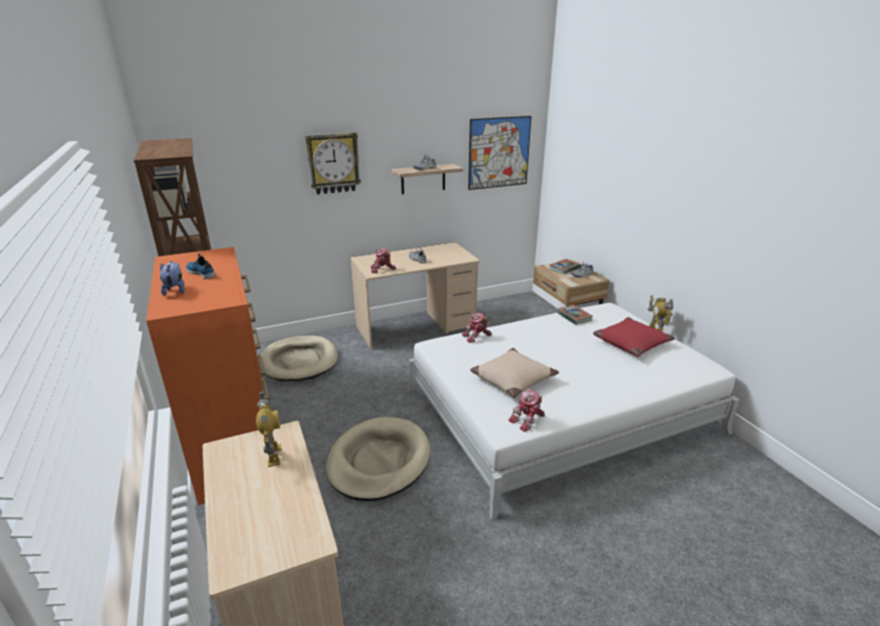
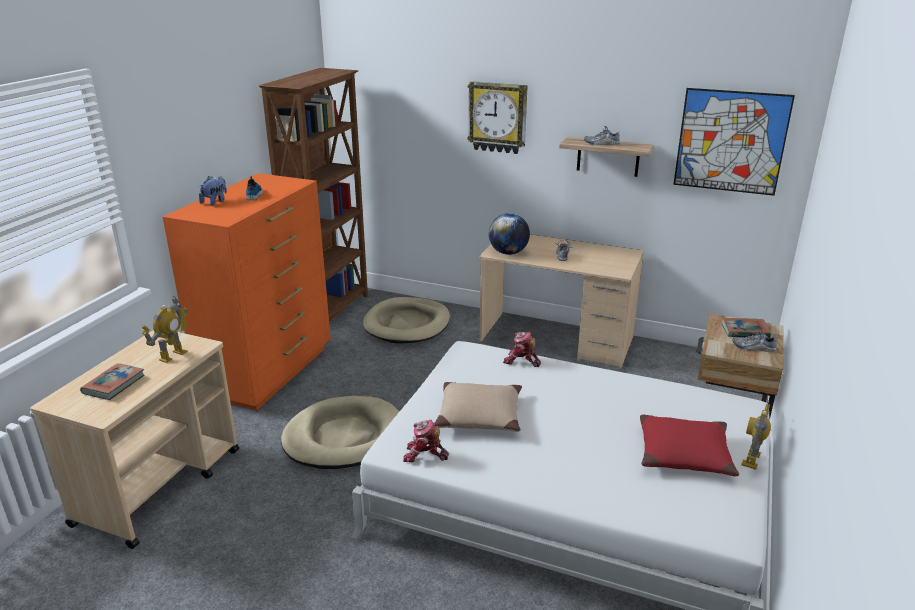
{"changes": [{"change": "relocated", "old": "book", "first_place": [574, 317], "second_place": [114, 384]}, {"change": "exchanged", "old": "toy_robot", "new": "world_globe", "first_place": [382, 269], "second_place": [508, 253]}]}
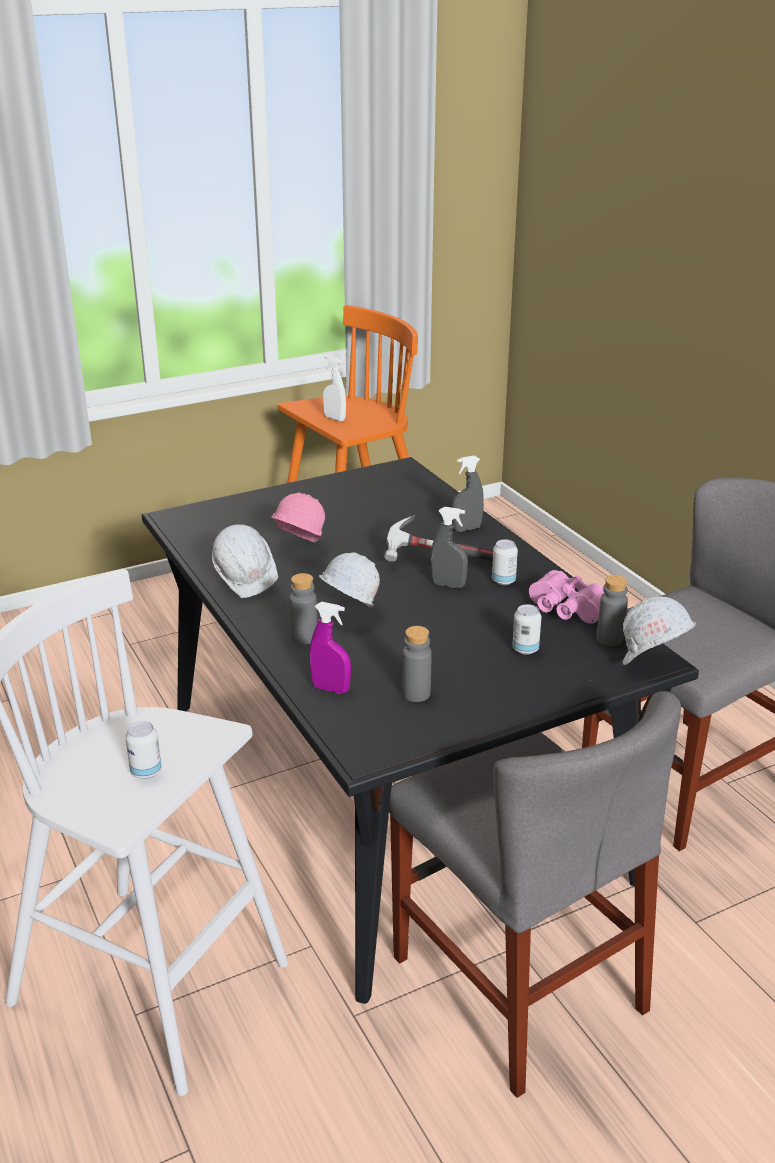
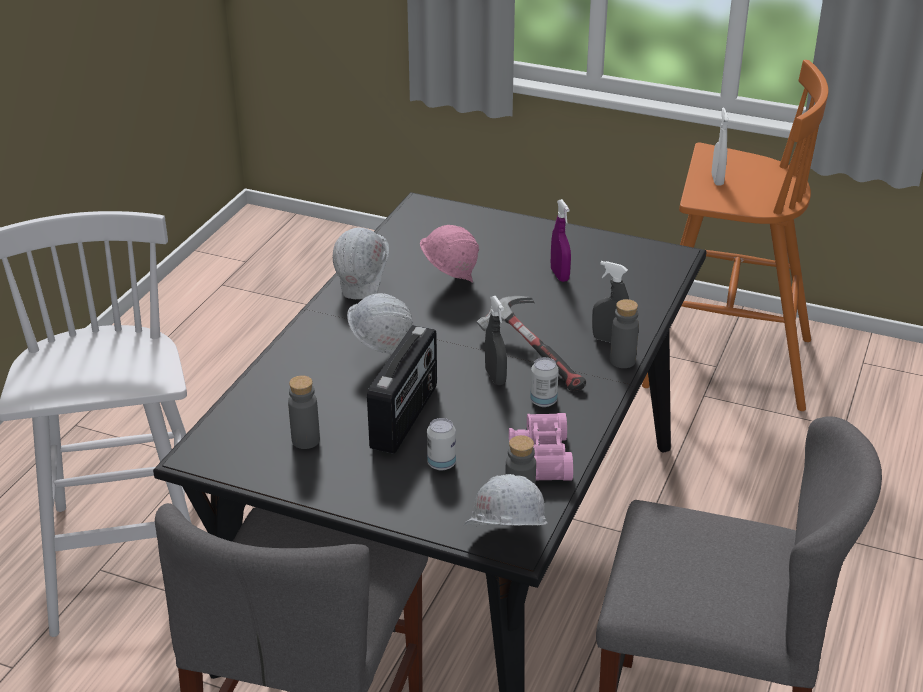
{"changes": [{"change": "missing", "old": "metal_can", "first_place": [146, 771]}, {"change": "appeared", "new": "radio_set", "second_place": [406, 417]}, {"change": "relocated", "old": "greyish_drink_bottle", "first_place": [304, 637], "second_place": [622, 361]}, {"change": "relocated", "old": "purplish_spray_bottle", "first_place": [330, 689], "second_place": [559, 275]}]}
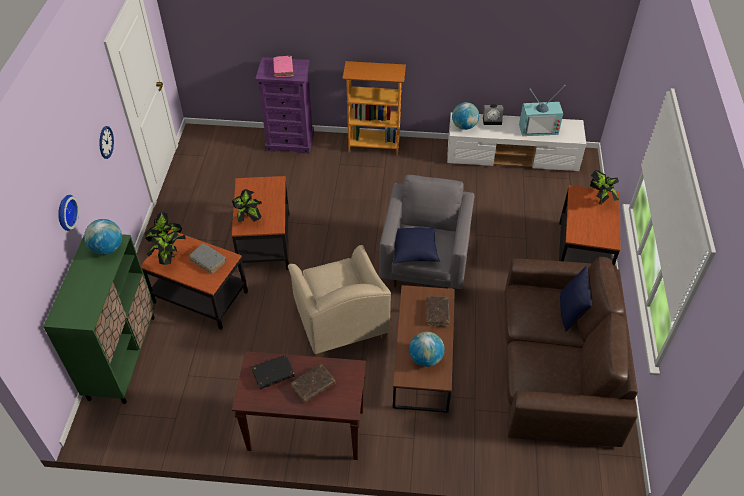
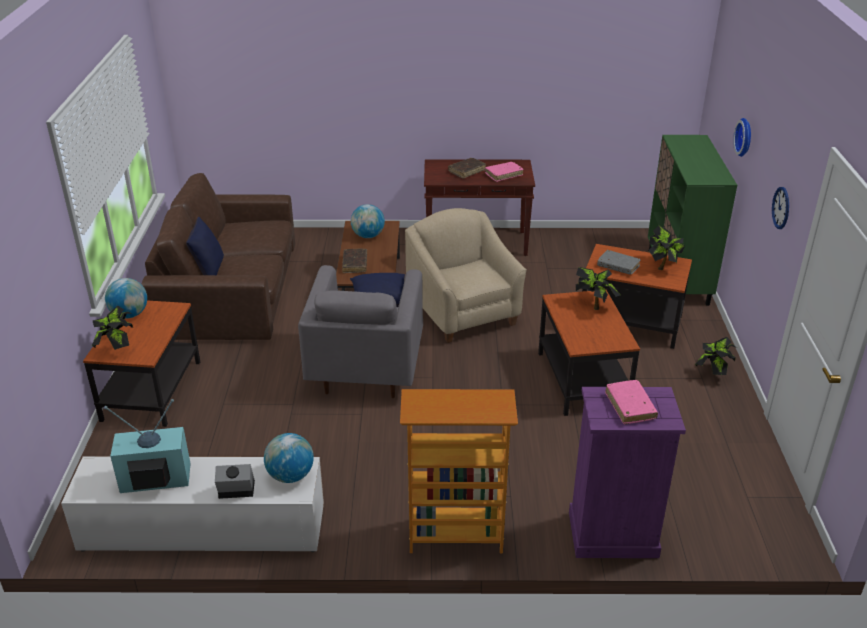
{"changes": [{"change": "relocated", "old": "world_globe", "first_place": [107, 248], "second_place": [129, 315]}, {"change": "colour", "old": "black-coloured_book", "new": "pinkish_book", "first_place": [273, 374], "second_place": [503, 175]}]}
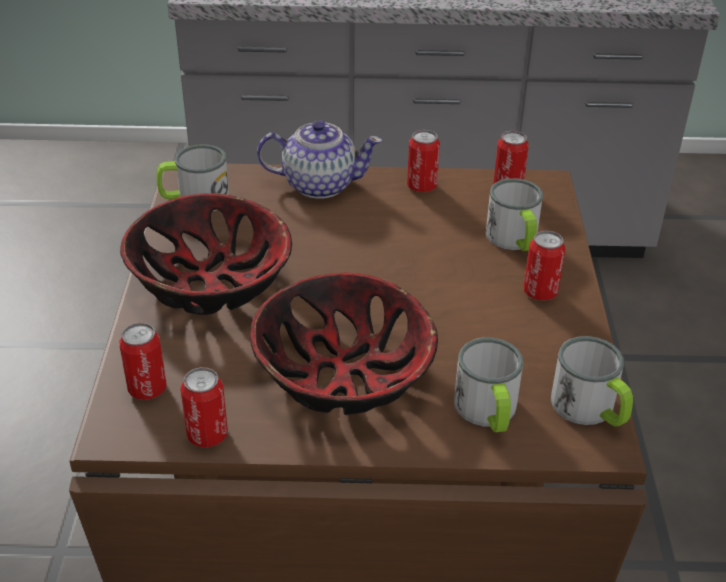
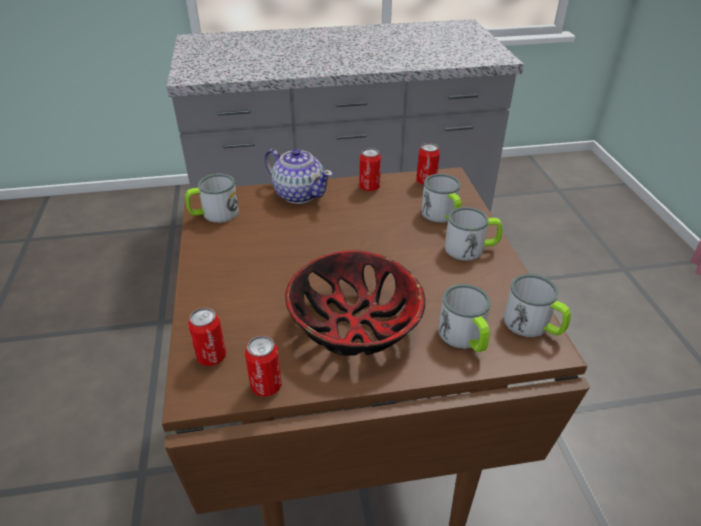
{"changes": [{"change": "missing", "old": "deep_dish", "first_place": [212, 282]}, {"change": "exchanged", "old": "metal_can", "new": "tea_mug", "first_place": [540, 292], "second_place": [471, 248]}, {"change": "spun", "old": "tea_pot", "first_place": [319, 184], "second_place": [299, 194], "degrees": 45}]}
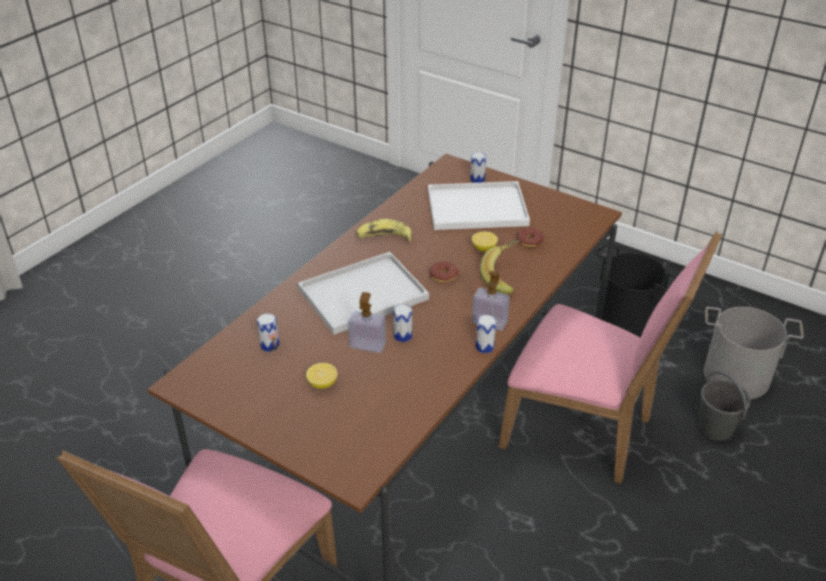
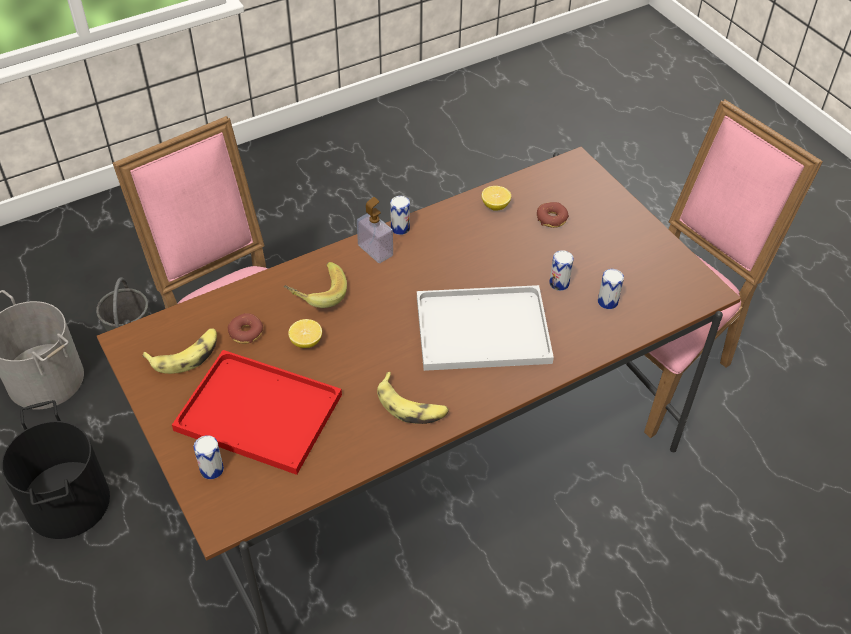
{"changes": [{"change": "missing", "old": "liquid_soap_bottle", "first_place": [367, 345]}, {"change": "appeared", "new": "whole_banana", "second_place": [186, 355]}, {"change": "relocated", "old": "whole_lemon", "first_place": [322, 384], "second_place": [495, 205]}, {"change": "relocated", "old": "metal_can", "first_place": [403, 336], "second_place": [559, 283]}, {"change": "relocated", "old": "doughnut", "first_place": [443, 276], "second_place": [551, 219]}, {"change": "colour", "old": "white-coloured_carrying_tray", "new": "red-coloured_carrying_tray", "first_place": [475, 208], "second_place": [262, 412]}]}
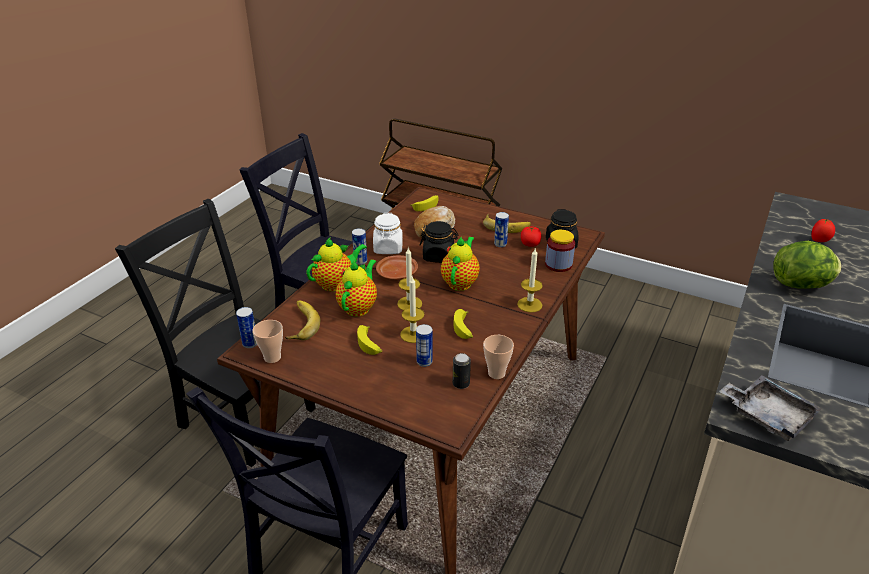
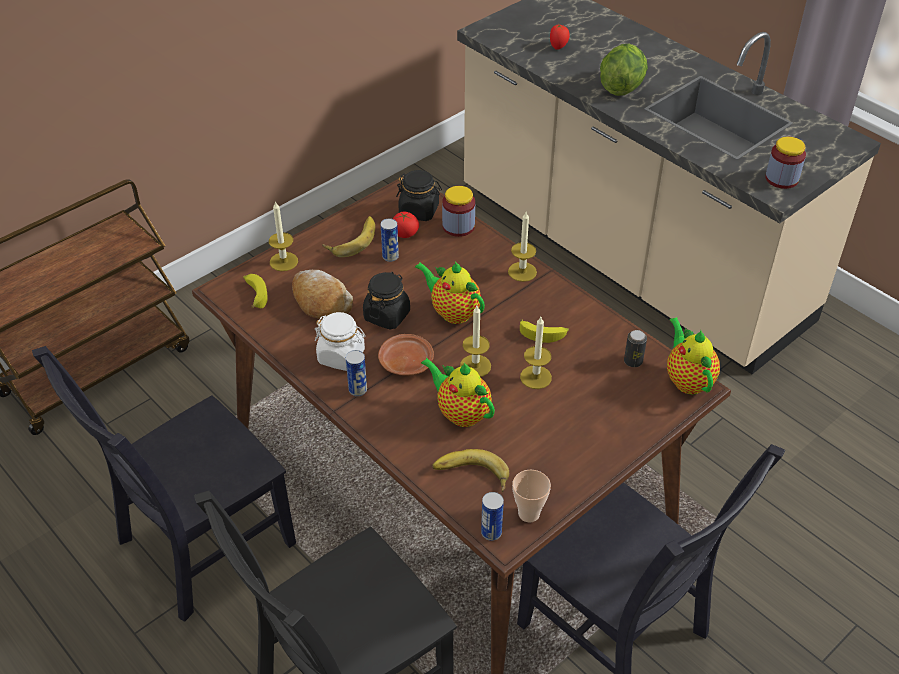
{"changes": [{"change": "missing", "old": "whole_banana", "first_place": [370, 345]}, {"change": "missing", "old": "metal_can", "first_place": [424, 362]}, {"change": "missing", "old": "drinking_cup", "first_place": [496, 373]}, {"change": "appeared", "new": "wax_light", "second_place": [283, 261]}, {"change": "relocated", "old": "tea_pot", "first_place": [336, 283], "second_place": [687, 380]}, {"change": "exchanged", "old": "greyish_carrying_tray", "new": "storage_jar", "first_place": [768, 415], "second_place": [781, 179]}]}
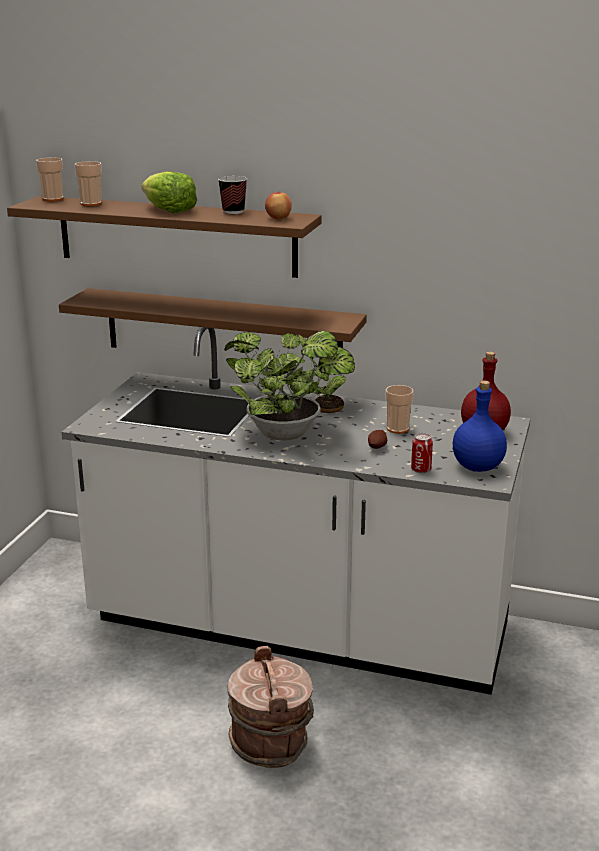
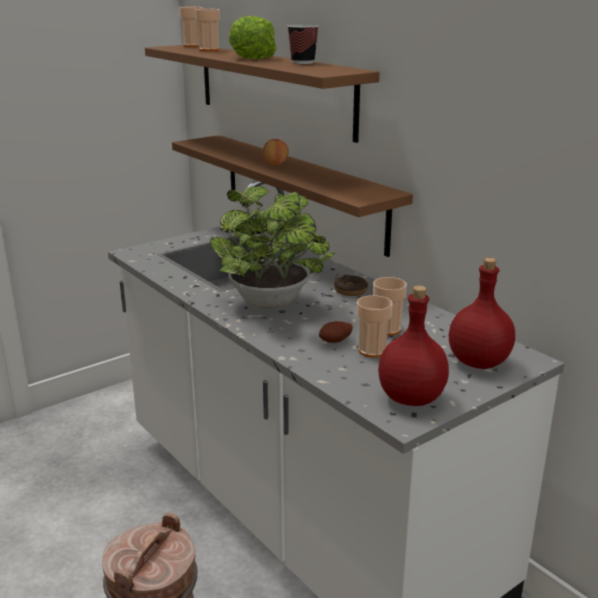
{"changes": [{"change": "missing", "old": "metal_can", "first_place": [421, 470]}, {"change": "appeared", "new": "drinking_cup", "second_place": [372, 351]}, {"change": "relocated", "old": "apple_fruit", "first_place": [278, 218], "second_place": [275, 164]}, {"change": "colour", "old": "blue_drink_bottle", "new": "red-coloured_drink_bottle", "first_place": [478, 467], "second_place": [412, 398]}]}
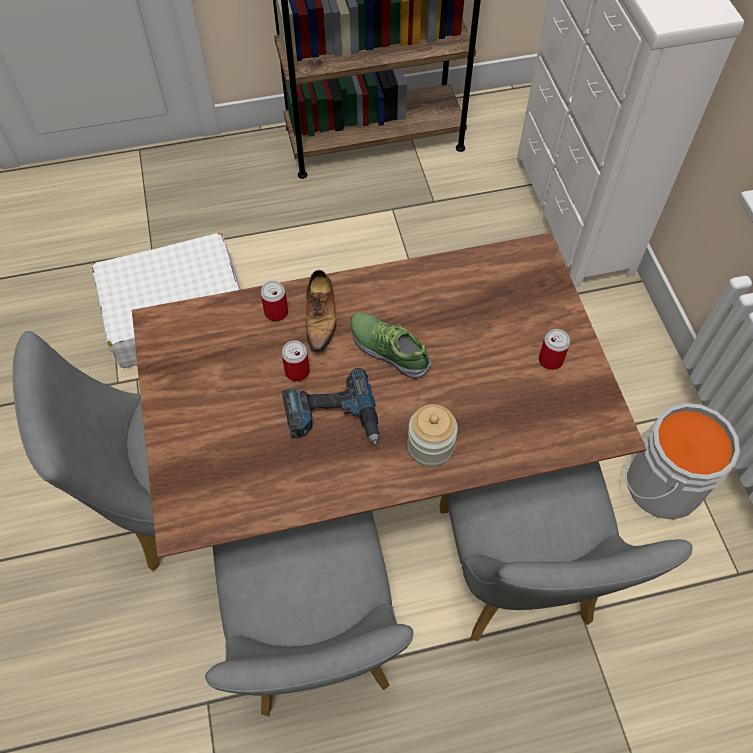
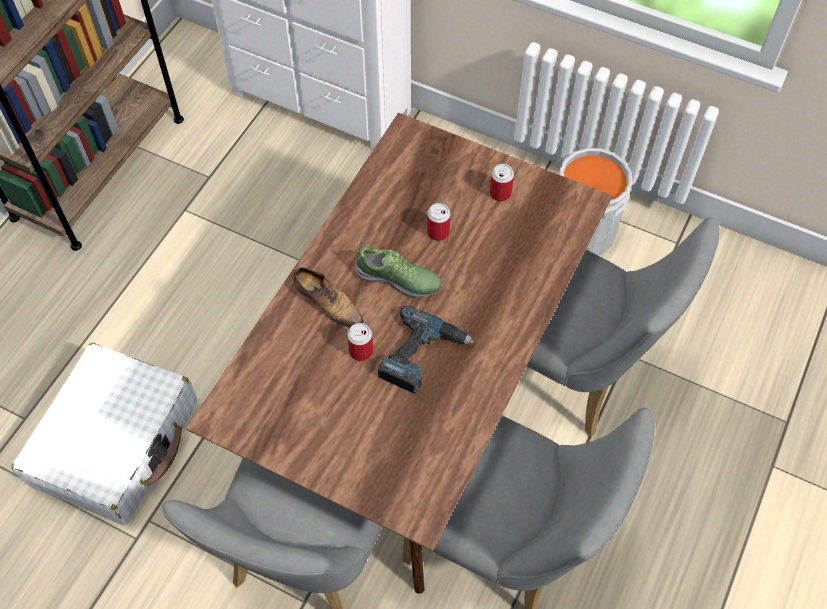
{"changes": [{"change": "missing", "old": "storage_jar", "first_place": [430, 446]}, {"change": "relocated", "old": "metal_can", "first_place": [276, 312], "second_place": [438, 232]}, {"change": "spun", "old": "low_shoe", "first_place": [389, 349], "second_place": [398, 279], "degrees": -150}]}
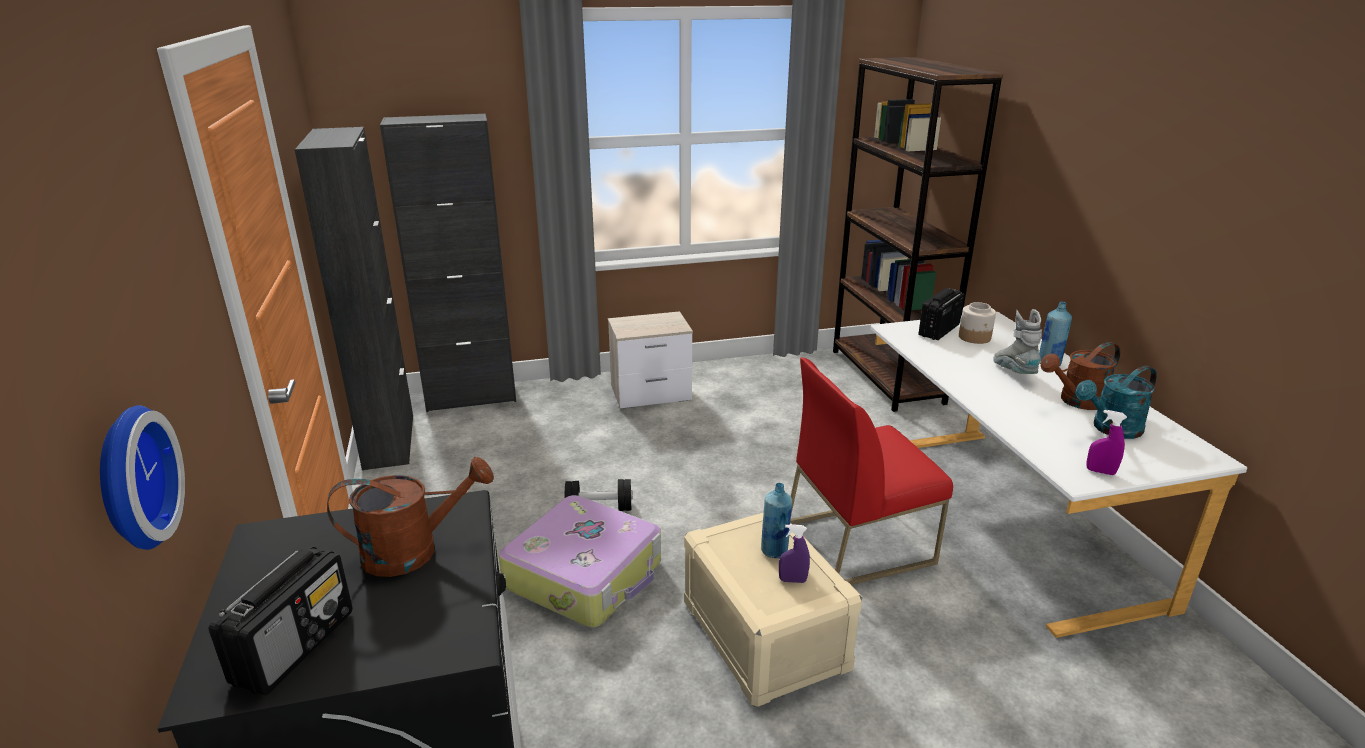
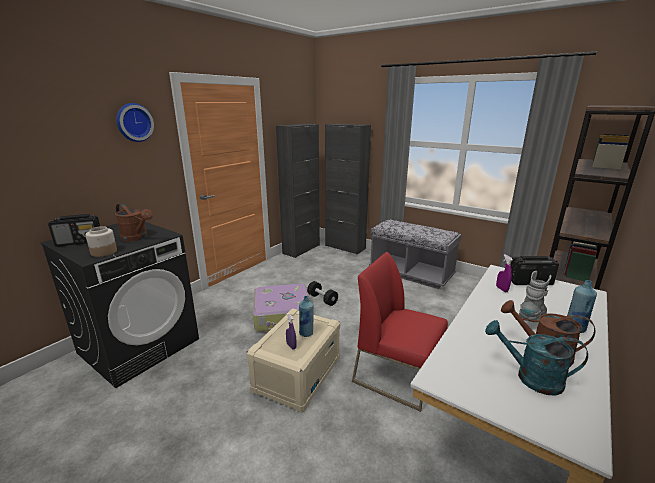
{"changes": [{"change": "relocated", "old": "wall_clock", "first_place": [129, 478], "second_place": [134, 122]}, {"change": "relocated", "old": "storage_jar", "first_place": [975, 337], "second_place": [104, 252]}, {"change": "relocated", "old": "purplish_spray_bottle", "first_place": [1100, 471], "second_place": [501, 289]}, {"change": "exchanged", "old": "nightstand", "new": "greyish_bench", "first_place": [652, 394], "second_place": [411, 273]}]}
